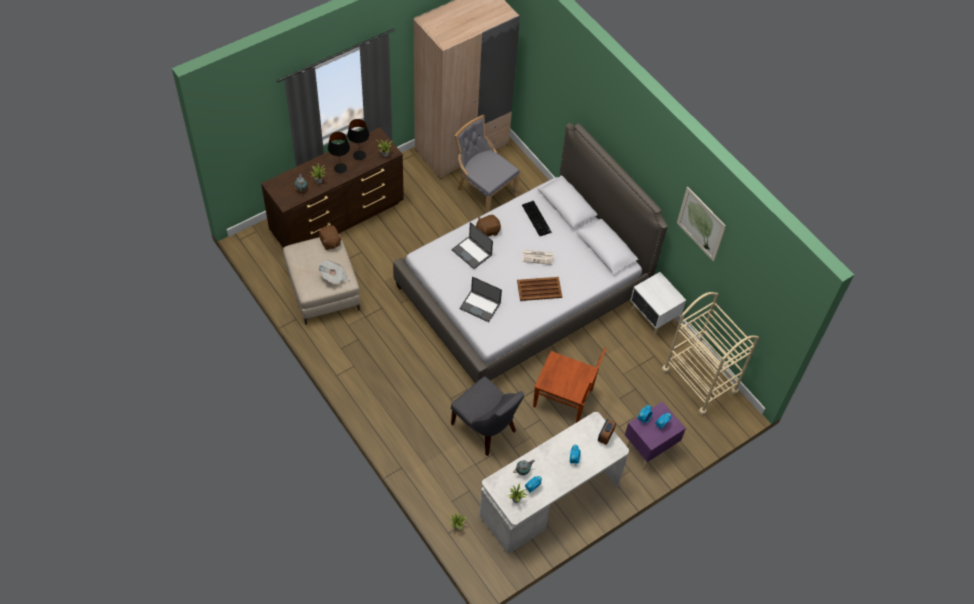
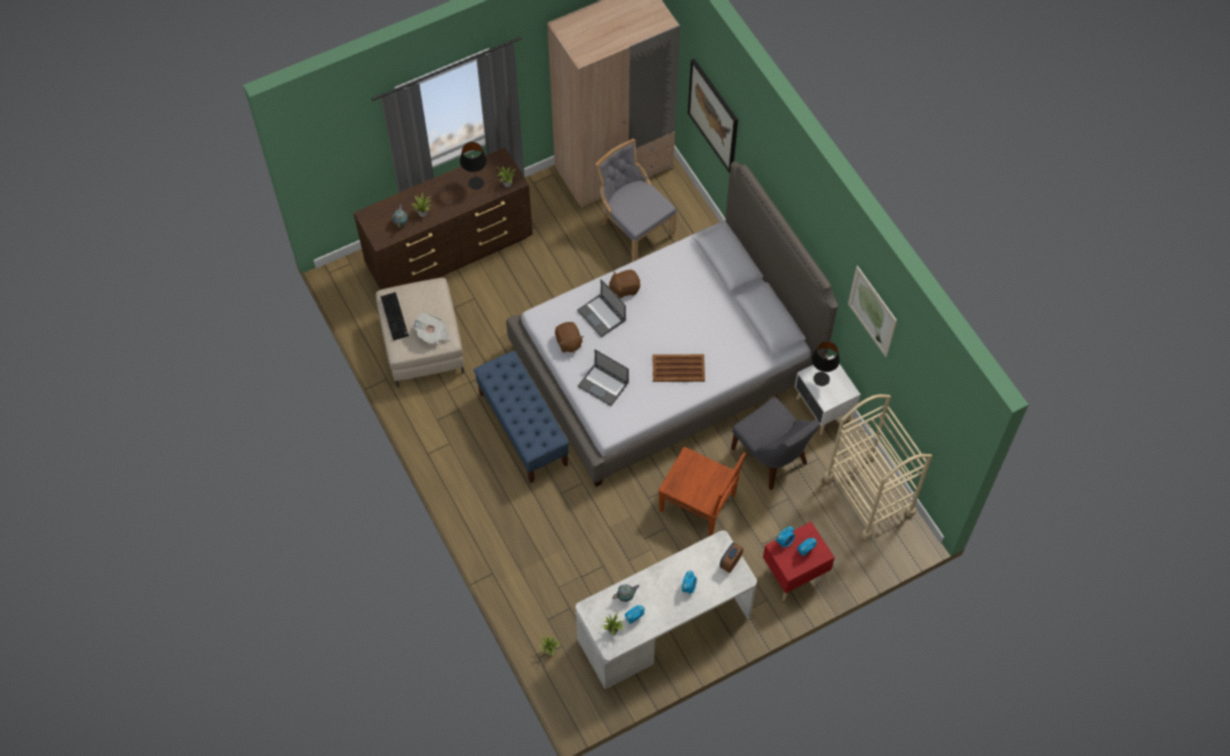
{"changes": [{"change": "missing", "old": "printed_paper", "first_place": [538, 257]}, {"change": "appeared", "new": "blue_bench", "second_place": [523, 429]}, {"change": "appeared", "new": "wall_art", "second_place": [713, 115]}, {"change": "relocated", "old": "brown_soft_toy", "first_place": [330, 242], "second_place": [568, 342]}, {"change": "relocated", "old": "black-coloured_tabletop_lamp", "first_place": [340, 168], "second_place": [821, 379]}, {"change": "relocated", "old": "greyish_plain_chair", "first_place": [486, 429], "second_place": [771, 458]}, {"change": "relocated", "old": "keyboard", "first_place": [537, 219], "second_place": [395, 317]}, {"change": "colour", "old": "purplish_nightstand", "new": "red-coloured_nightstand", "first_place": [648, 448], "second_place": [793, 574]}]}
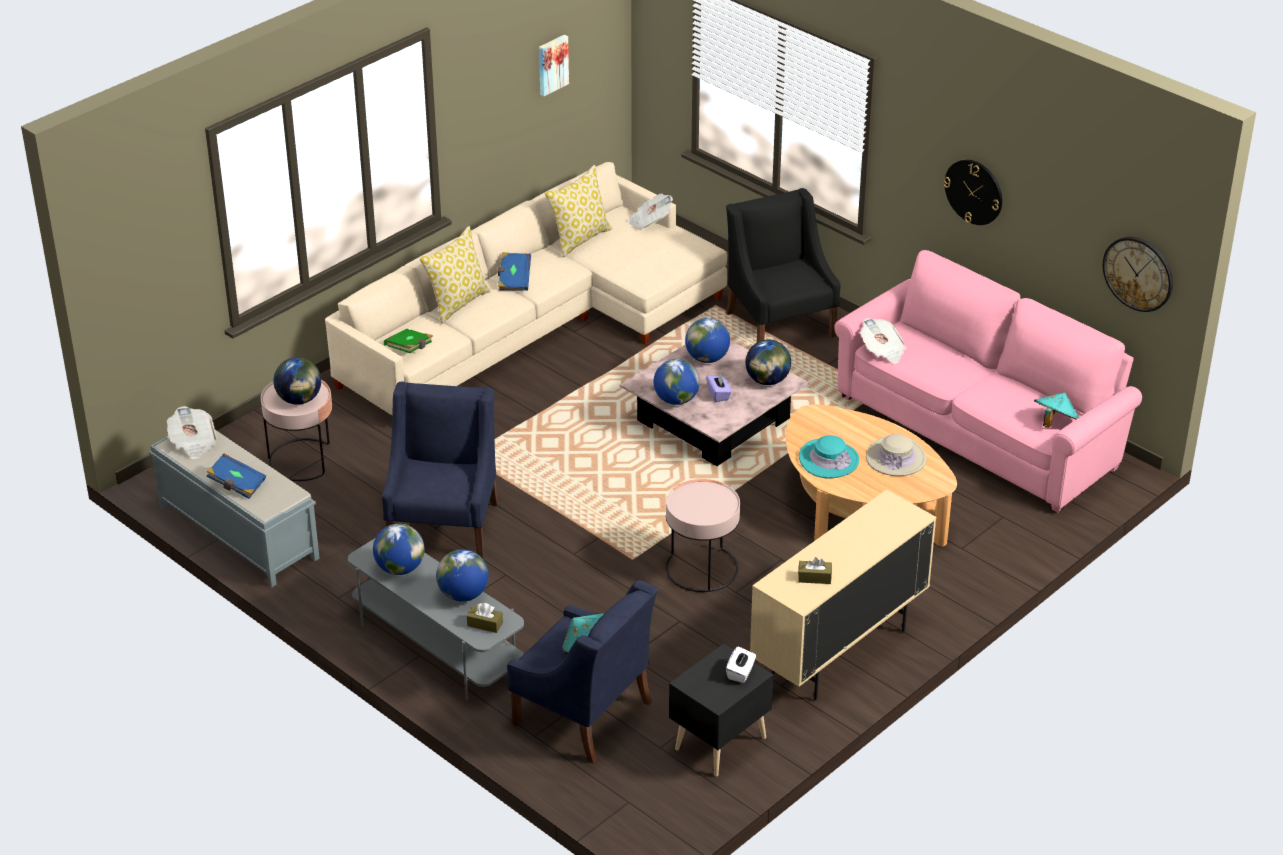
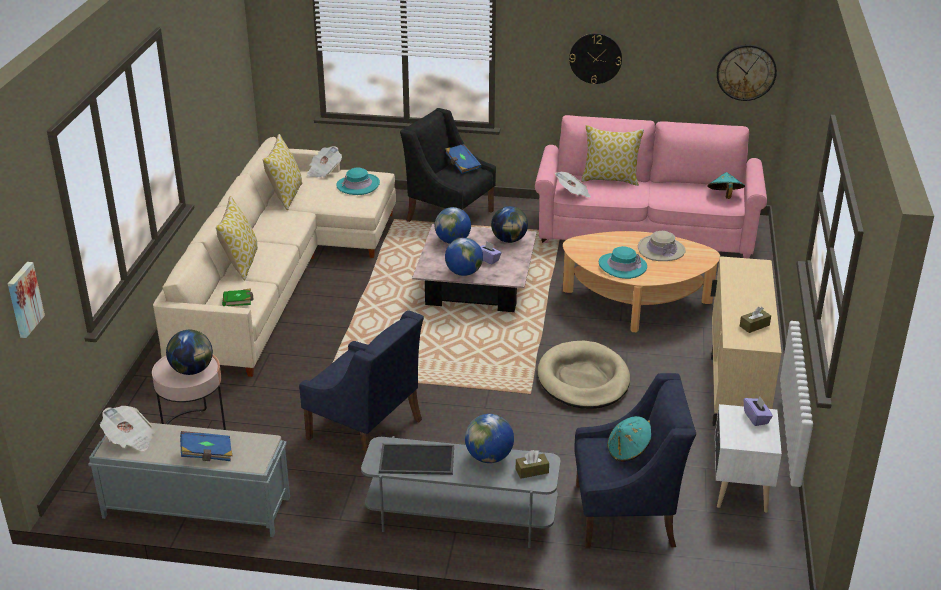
{"changes": [{"change": "appeared", "new": "turquoise_hat", "second_place": [358, 185]}, {"change": "appeared", "new": "throw_pillow", "second_place": [610, 179]}, {"change": "relocated", "old": "blue_book", "first_place": [514, 280], "second_place": [462, 165]}, {"change": "relocated", "old": "wall_art", "first_place": [552, 64], "second_place": [23, 299]}, {"change": "exchanged", "old": "world_globe", "new": "carrying_tray", "first_place": [400, 568], "second_place": [416, 460]}, {"change": "exchanged", "old": "pinkish_accent_table", "new": "sand-coloured_dog_bed", "first_place": [701, 568], "second_place": [583, 379]}, {"change": "colour", "old": "black-coloured_nightstand", "new": "white-coloured_nightstand", "first_place": [718, 743], "second_place": [739, 489]}, {"change": "colour", "old": "white-coloured_box_of_tissues", "new": "purplish_box_of_tissues", "first_place": [741, 673], "second_place": [756, 418]}, {"change": "spun", "old": "blue_armchair", "first_place": [444, 526], "second_place": [365, 429], "degrees": 150}]}
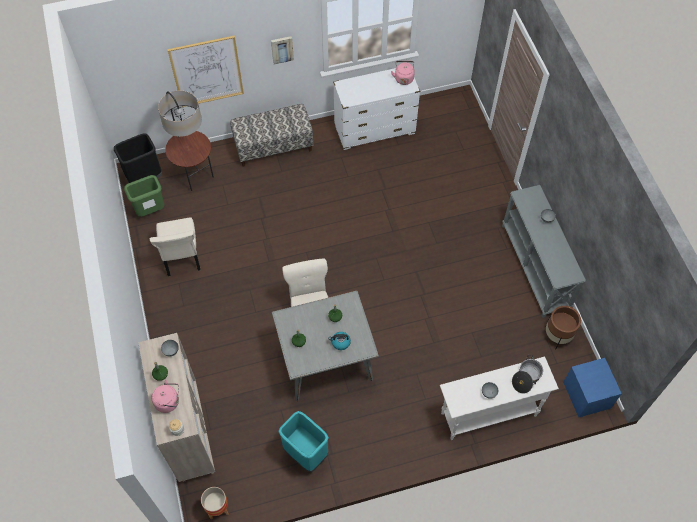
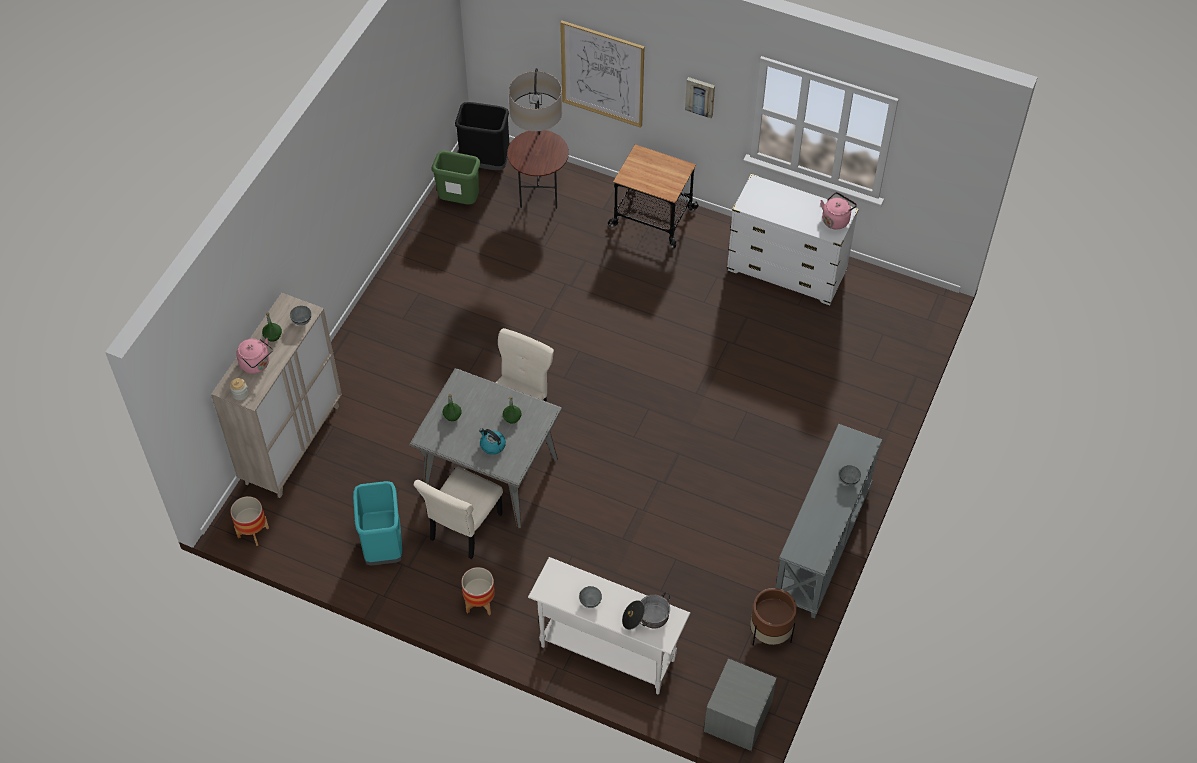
{"changes": [{"change": "appeared", "new": "flower_pot", "second_place": [479, 603]}, {"change": "relocated", "old": "sand-coloured_plain_chair", "first_place": [181, 258], "second_place": [464, 529]}, {"change": "exchanged", "old": "bench", "new": "trolley", "first_place": [273, 146], "second_place": [653, 217]}, {"change": "colour", "old": "blue_nightstand", "new": "greyish_nightstand", "first_place": [586, 395], "second_place": [737, 717]}]}
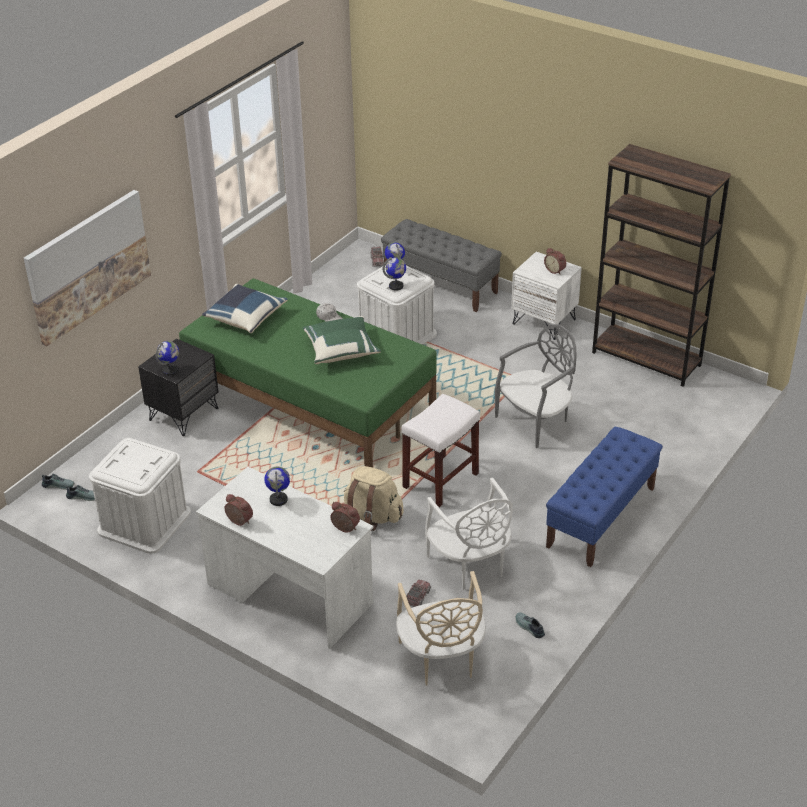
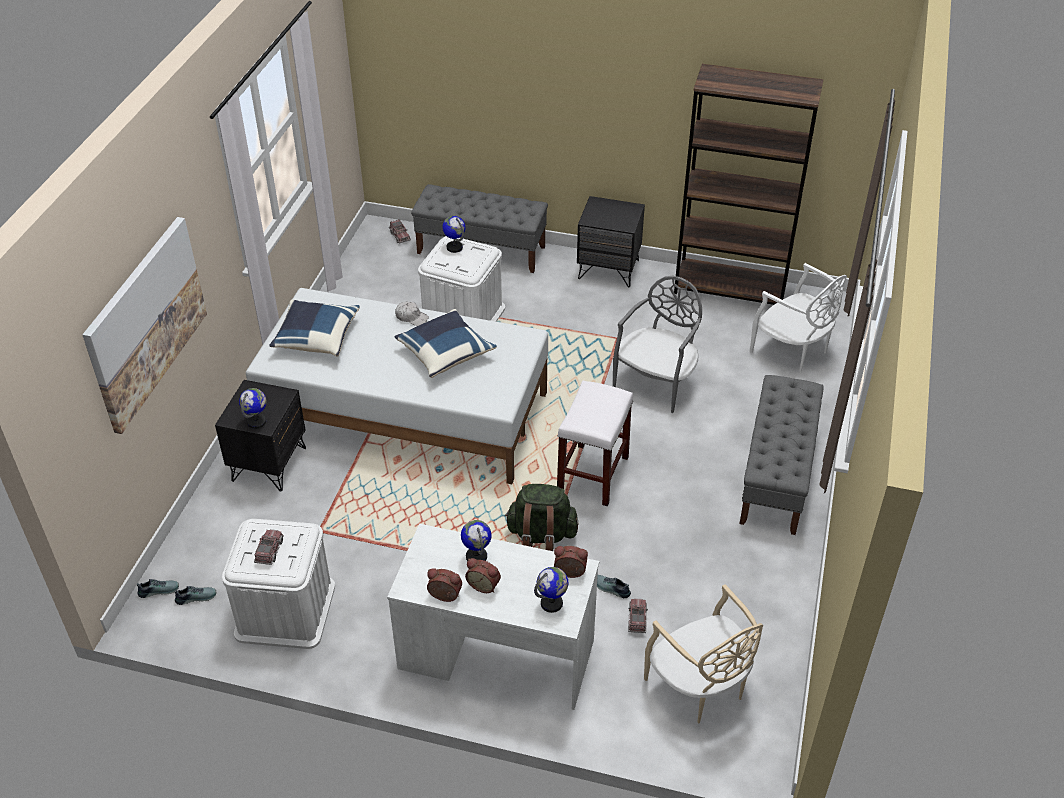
{"changes": [{"change": "appeared", "new": "toy_truck", "second_place": [269, 551]}, {"change": "relocated", "old": "world_globe", "first_place": [396, 286], "second_place": [552, 603]}, {"change": "relocated", "old": "white-coloured_plain_chair", "first_place": [470, 565], "second_place": [792, 350]}, {"change": "relocated", "old": "low_shoe", "first_place": [529, 628], "second_place": [611, 589]}, {"change": "relocated", "old": "bedside_clock", "first_place": [555, 270], "second_place": [484, 585]}, {"change": "colour", "old": "green_sleeping_bed", "new": "white-coloured_sleeping_bed", "first_place": [310, 399], "second_place": [404, 412]}, {"change": "colour", "old": "green_throw_pillow", "new": "blue_throw_pillow", "first_place": [341, 350], "second_place": [445, 354]}, {"change": "colour", "old": "sand-coloured_rucksack", "new": "green_rucksack", "first_place": [372, 516], "second_place": [541, 535]}, {"change": "colour", "old": "white-coloured_nightstand", "new": "black-coloured_nightstand", "first_place": [544, 321], "second_place": [609, 269]}, {"change": "colour", "old": "blue_bench", "new": "greyish_bench", "first_place": [601, 517], "second_place": [776, 475]}]}
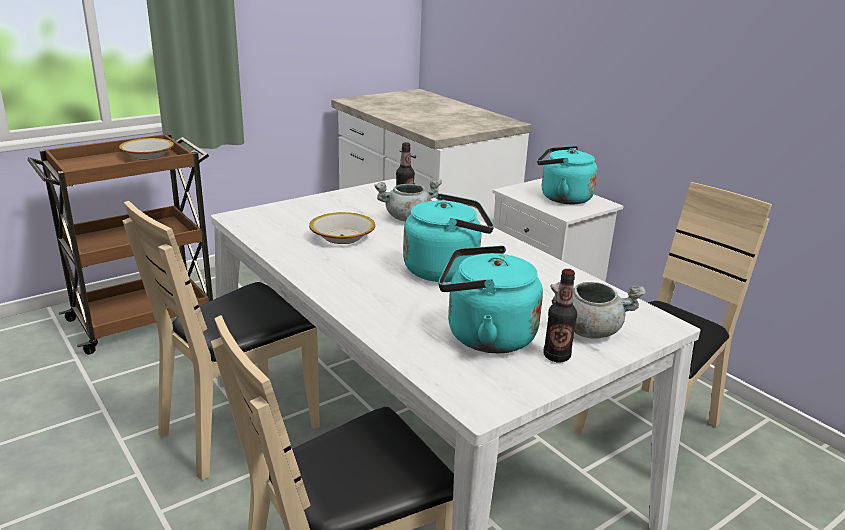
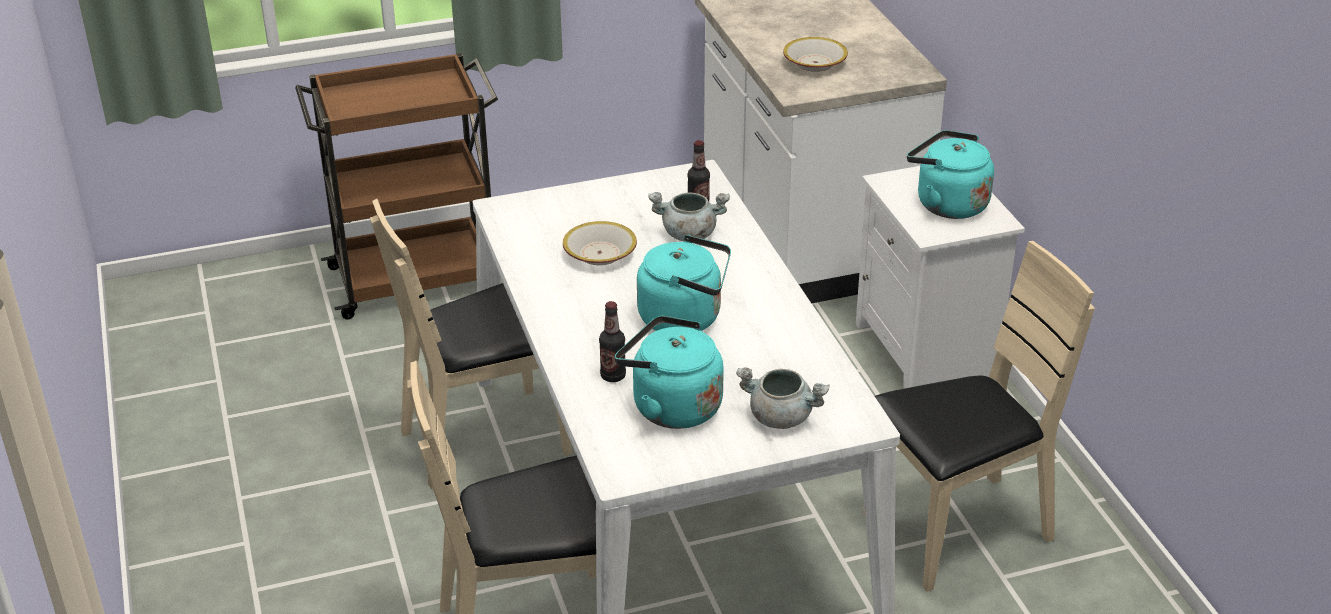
{"changes": [{"change": "relocated", "old": "deep_dish", "first_place": [148, 155], "second_place": [815, 63]}, {"change": "relocated", "old": "drink_bottle", "first_place": [556, 356], "second_place": [613, 376]}]}
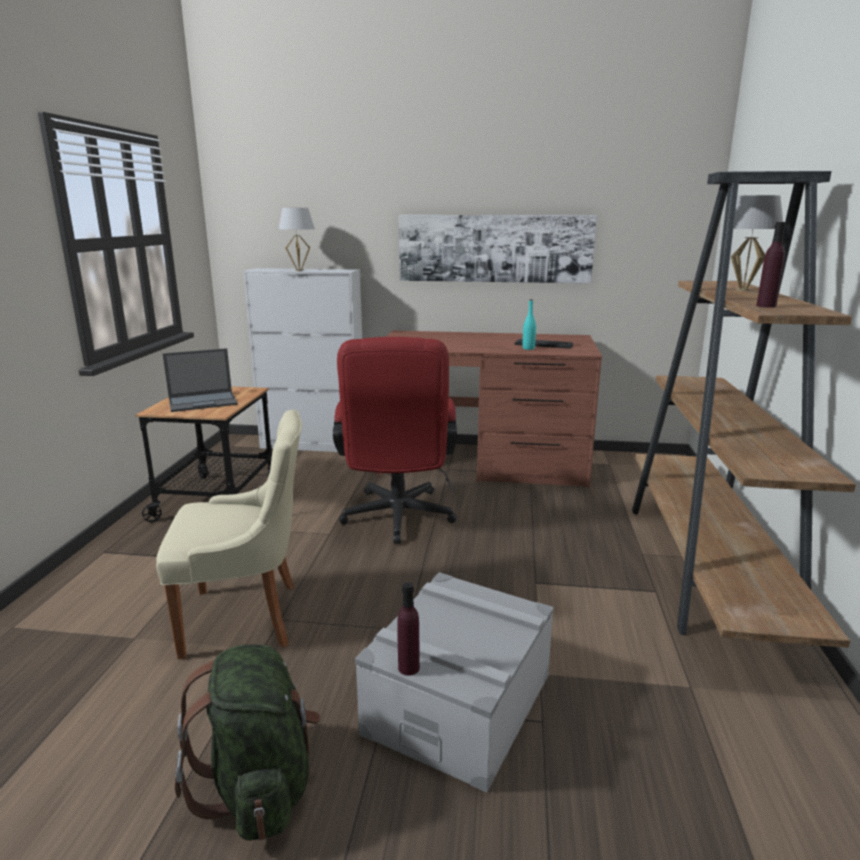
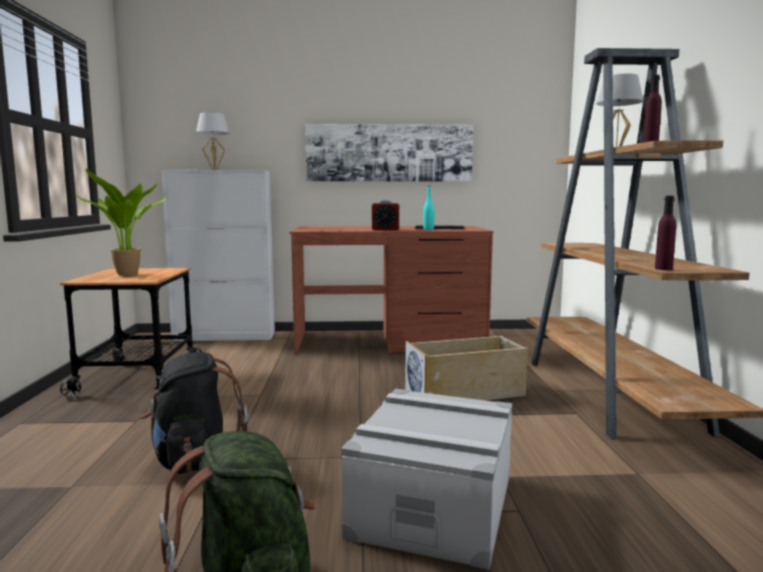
{"changes": [{"change": "missing", "old": "red-coloured_computer_chair", "first_place": [397, 520]}, {"change": "appeared", "new": "bedside_clock", "second_place": [385, 230]}, {"change": "appeared", "new": "sand-coloured_storage_bin", "second_place": [465, 393]}, {"change": "relocated", "old": "purplish_drink_bottle", "first_place": [408, 668], "second_place": [663, 269]}, {"change": "exchanged", "old": "sand-coloured_plain_chair", "new": "black-coloured_rucksack", "first_place": [246, 618], "second_place": [194, 460]}, {"change": "exchanged", "old": "laptop", "new": "houseplant", "first_place": [203, 402], "second_place": [129, 275]}]}
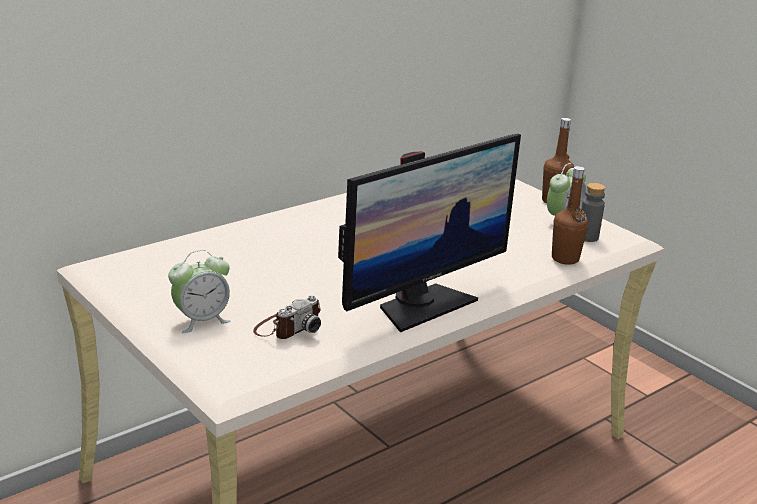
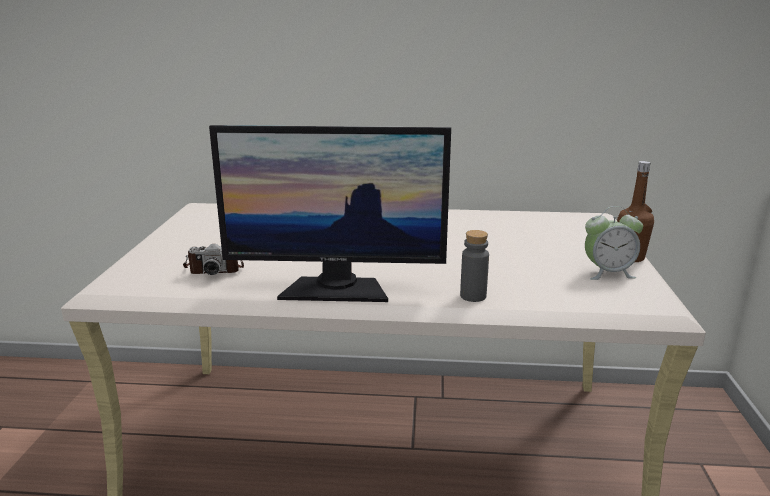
{"changes": [{"change": "missing", "old": "bedside_clock", "first_place": [201, 320]}, {"change": "missing", "old": "brown_drink_bottle", "first_place": [565, 259]}, {"change": "relocated", "old": "greyish_drink_bottle", "first_place": [587, 237], "second_place": [473, 296]}]}
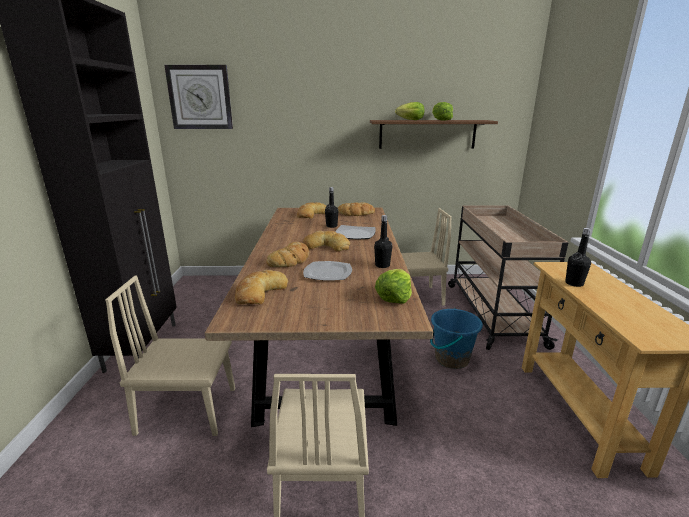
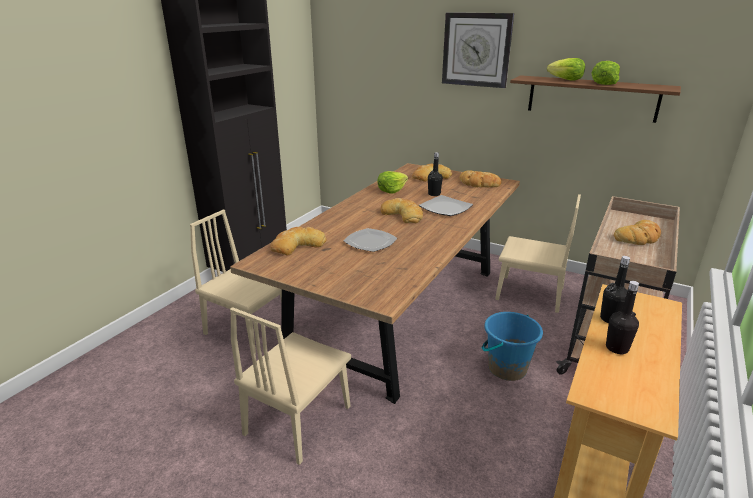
{"changes": [{"change": "relocated", "old": "wall_clock", "first_place": [200, 97], "second_place": [476, 50]}, {"change": "relocated", "old": "bread", "first_place": [291, 260], "second_place": [639, 237]}, {"change": "relocated", "old": "black-coloured_drink_bottle", "first_place": [382, 265], "second_place": [617, 348]}, {"change": "relocated", "old": "head_of_lettuce", "first_place": [394, 297], "second_place": [391, 190]}]}
